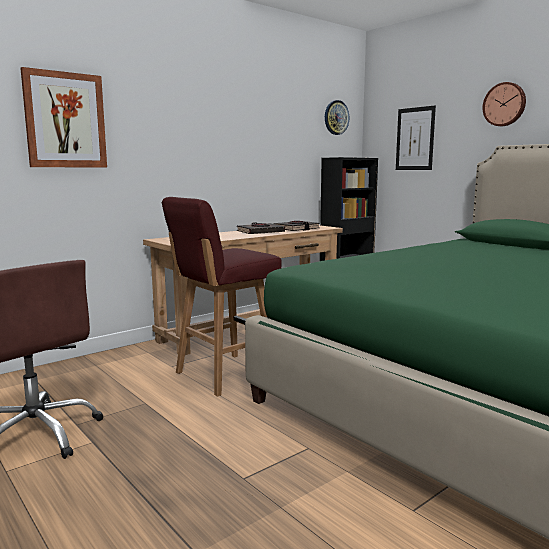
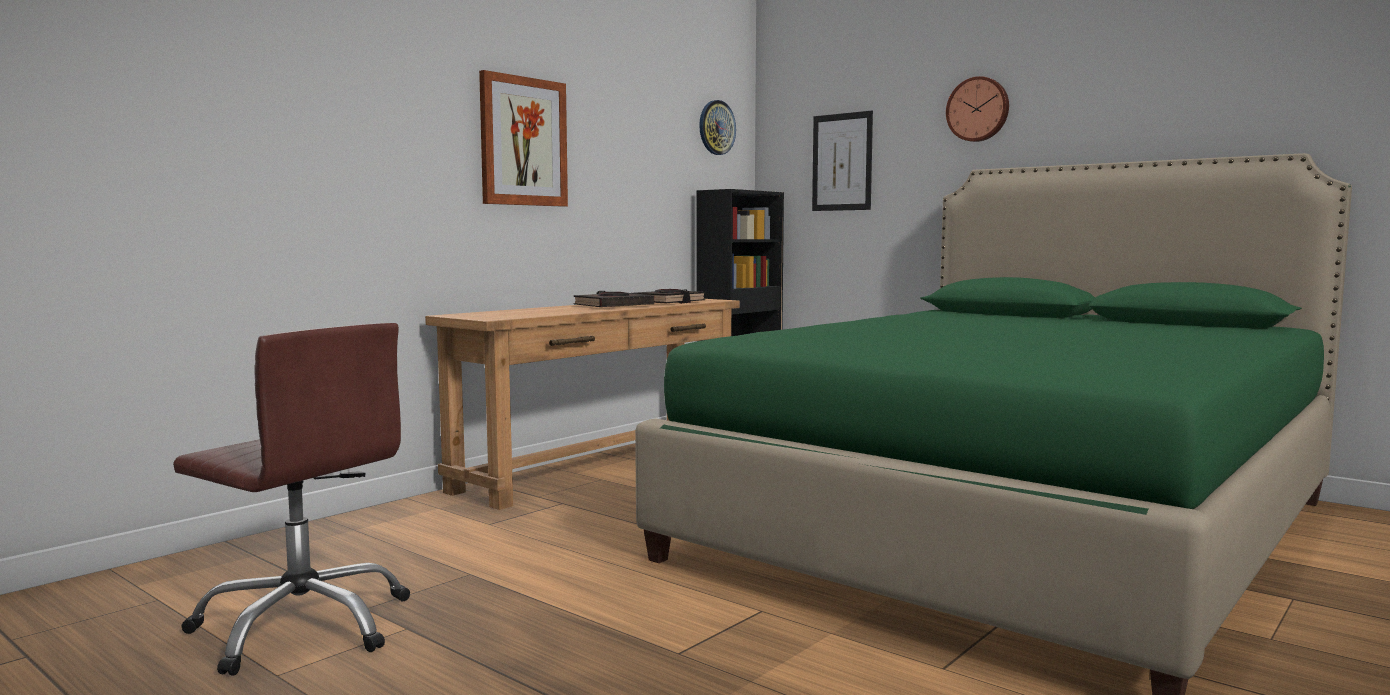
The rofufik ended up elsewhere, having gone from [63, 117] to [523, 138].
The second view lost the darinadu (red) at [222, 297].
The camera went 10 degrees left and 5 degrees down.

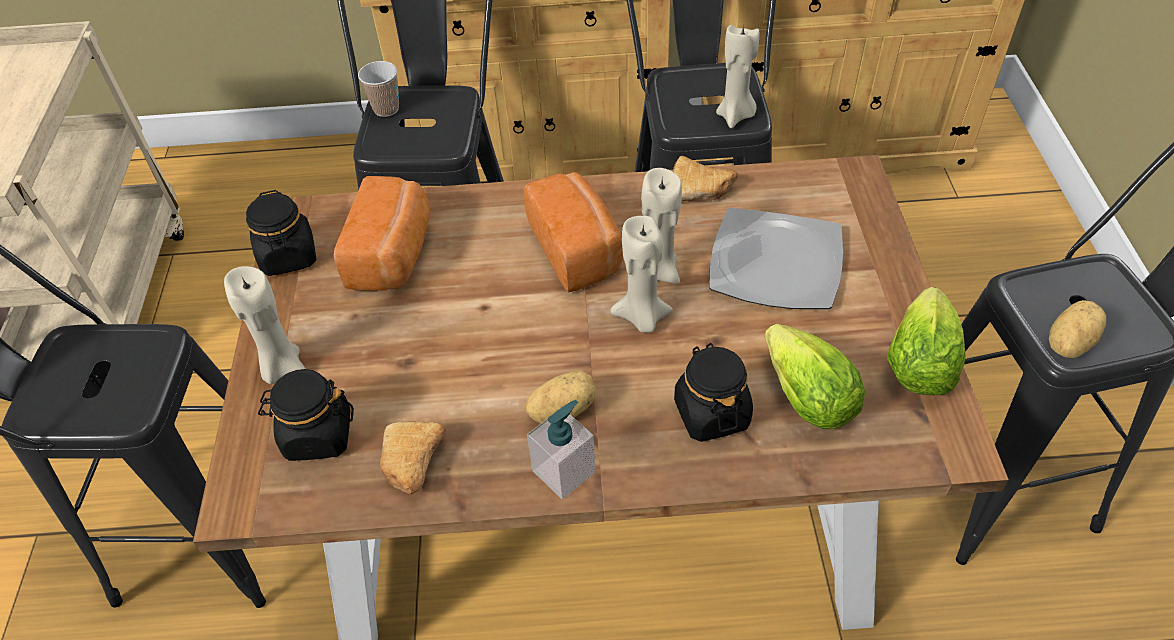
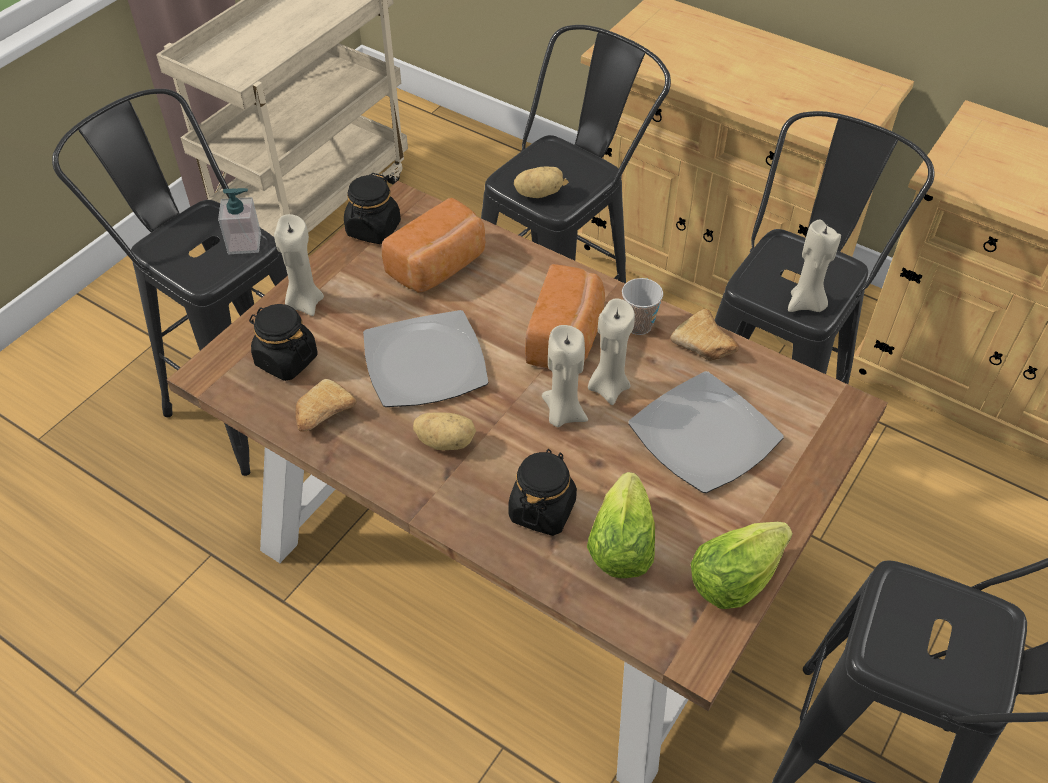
The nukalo ended up elsewhere, having gone from [561, 449] to [239, 221].
The second view gained the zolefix at [425, 358].
The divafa ended up elsewhere, having gone from [1077, 329] to [538, 182].
The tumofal ended up elsewhere, having gone from [378, 89] to [642, 306].
The camera went 35 degrees right and 0 degrees up.

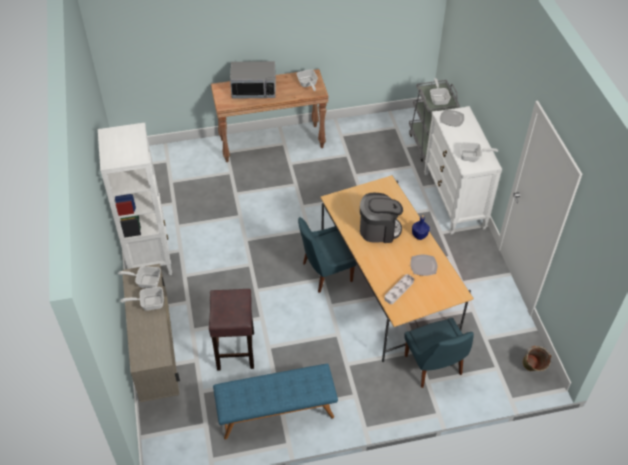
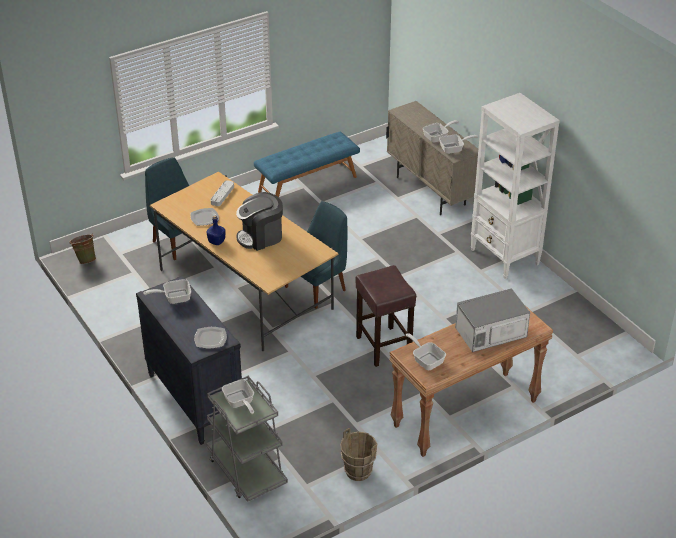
What was the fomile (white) at [463, 170] turned into the fomile (black) at [189, 360].
The second view gained the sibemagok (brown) at [358, 454].
The darinadu (brown) ended up elsewhere, having gone from [231, 330] to [386, 316].
The camera went 160 degrees right and 10 degrees down.

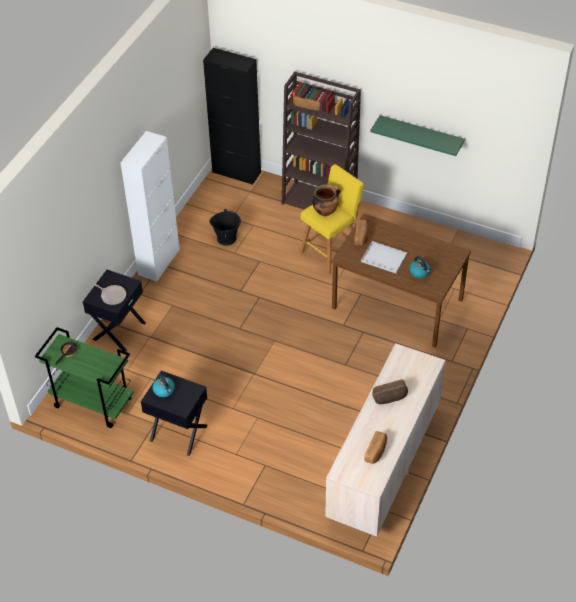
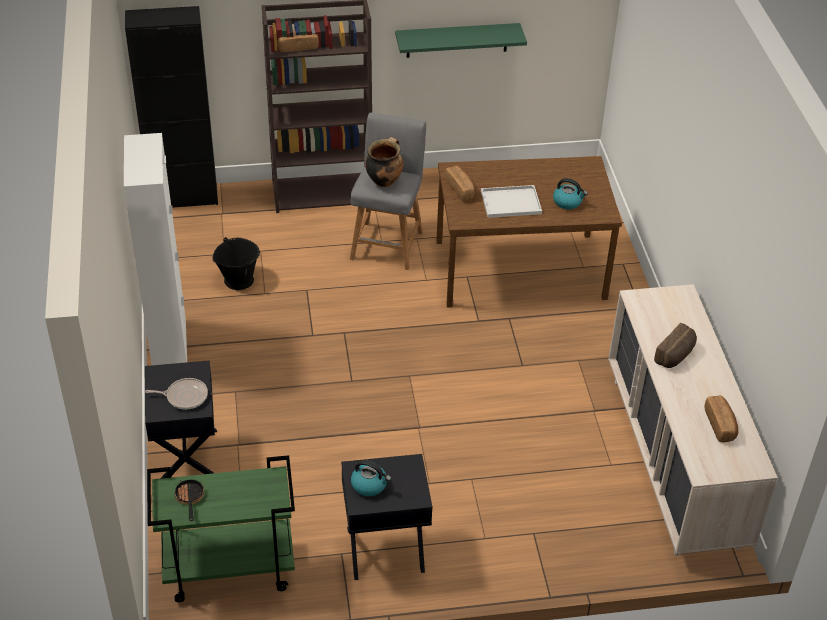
What was the darinadu (yellow) at [332, 219] turned into the darinadu (grey) at [388, 191].
The camera went 35 degrees left and 5 degrees down.

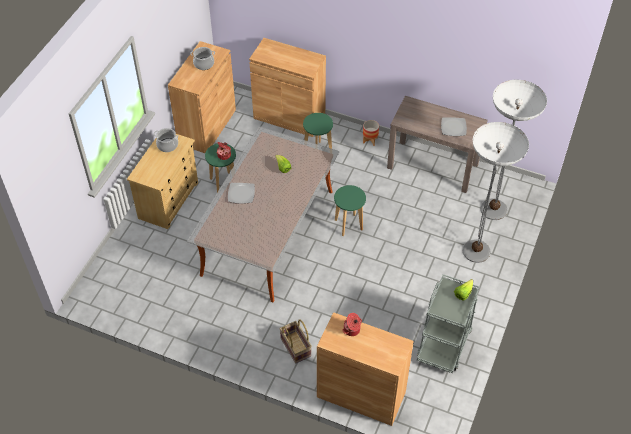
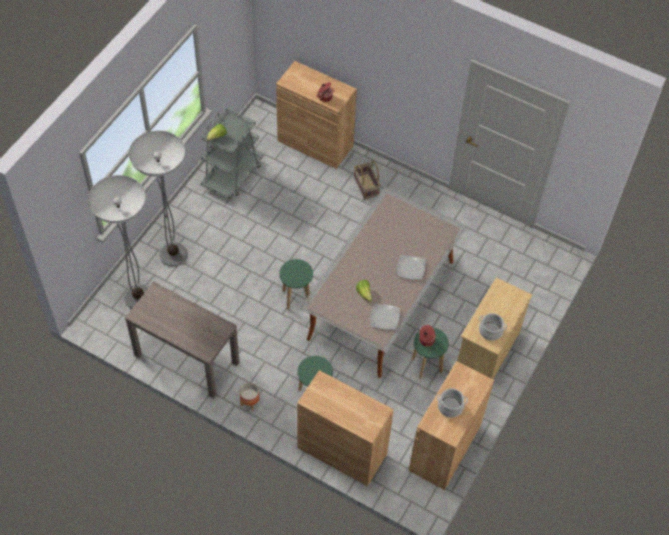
The zolefix ended up elsewhere, having gone from [454, 126] to [385, 317].
The camera went 175 degrees left and 5 degrees up.

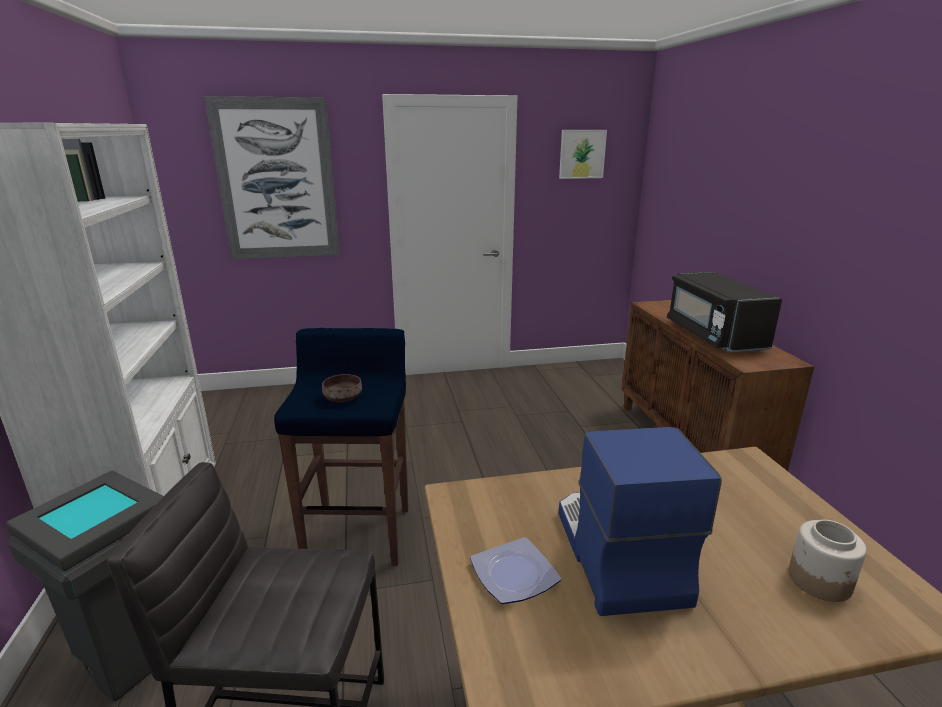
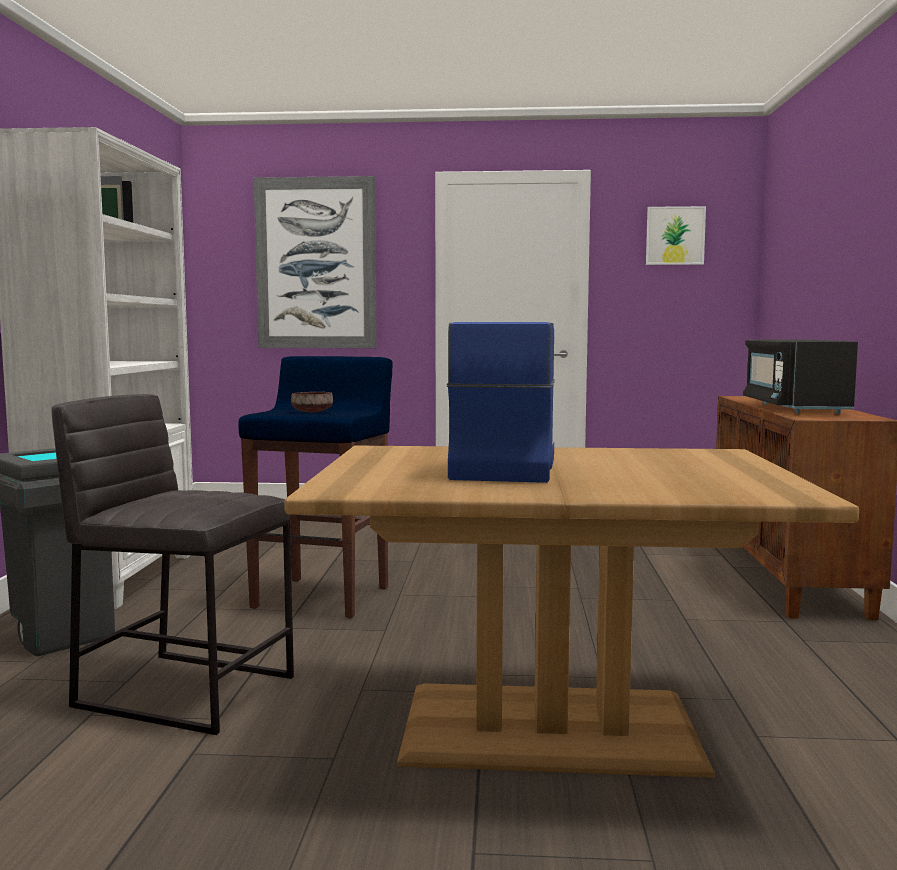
The second view lost the zolefix at [515, 570].
The second view lost the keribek at [828, 561].
The camera went 15 degrees right and 15 degrees down.

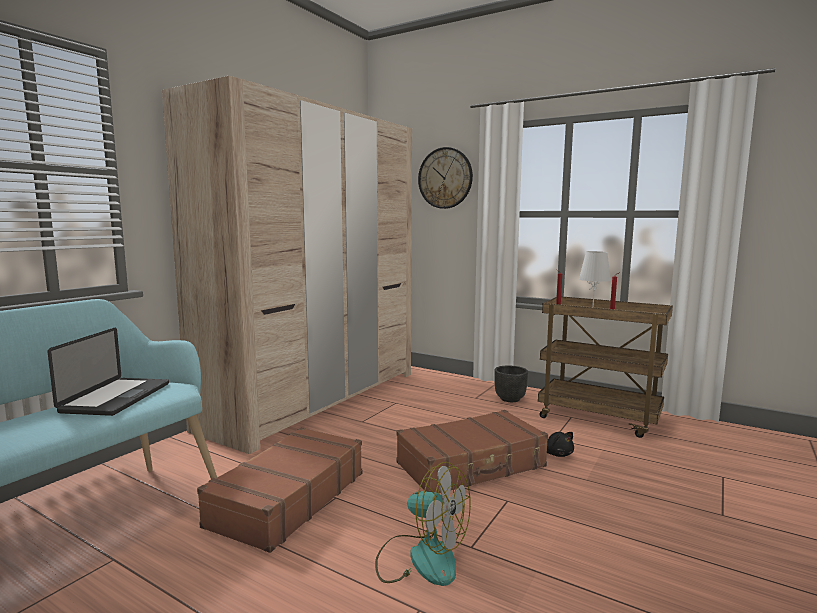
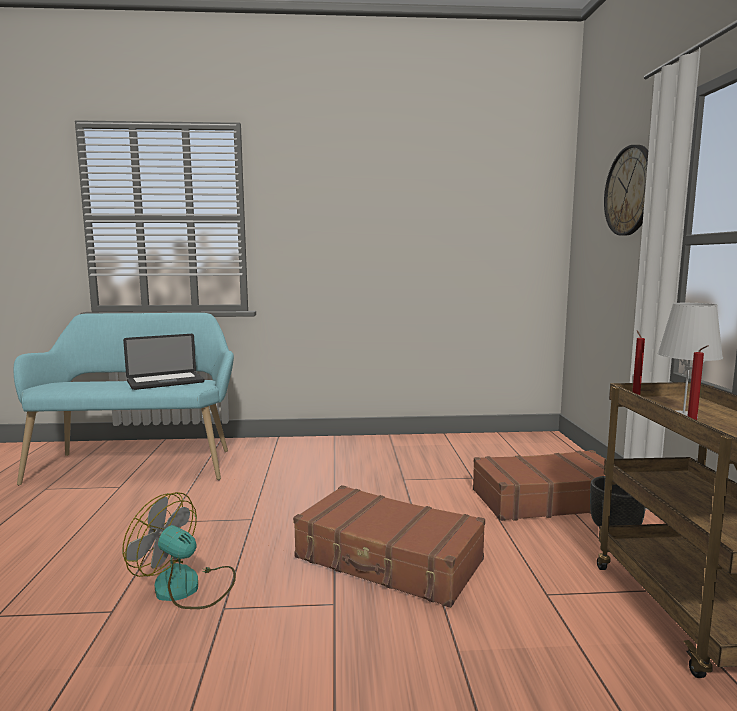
The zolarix at [423, 524] ended up facing another way, 120 degrees clockwise from before.
The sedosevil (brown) ended up elsewhere, having gone from [279, 490] to [539, 485].
The second view lost the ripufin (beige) at [287, 265].
The second view lost the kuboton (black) at [560, 444].
The camera went 55 degrees right and 0 degrees up.

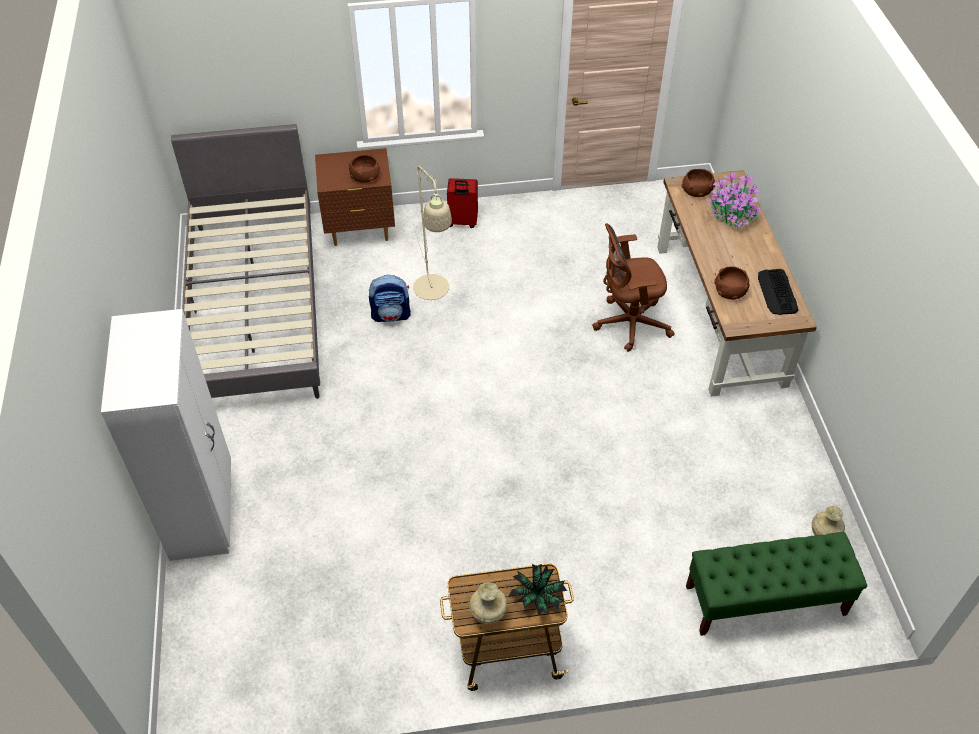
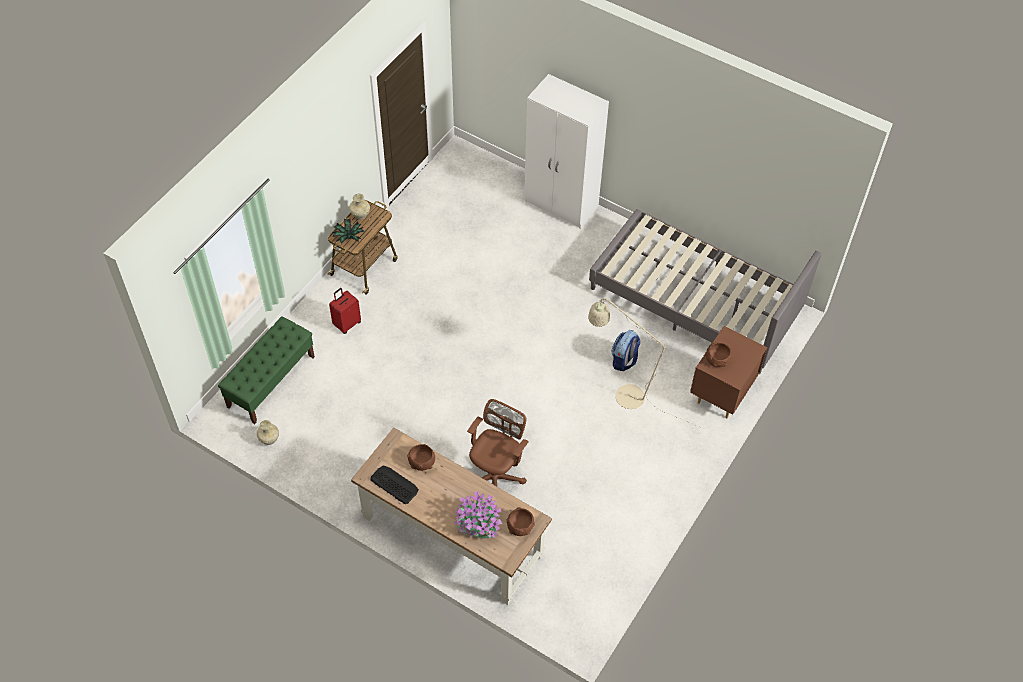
The sedosevil (red) ended up elsewhere, having gone from [462, 203] to [345, 311].
The camera went 130 degrees right and 5 degrees up.

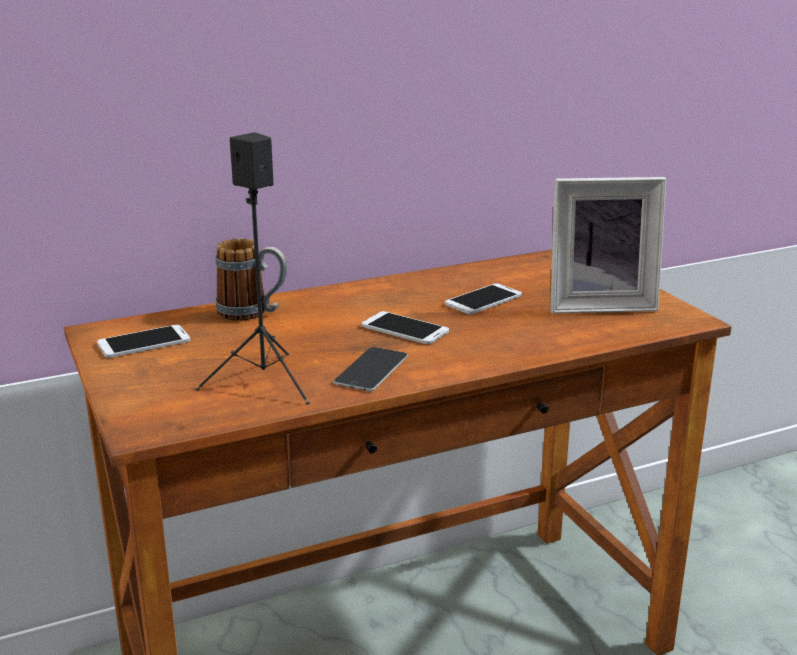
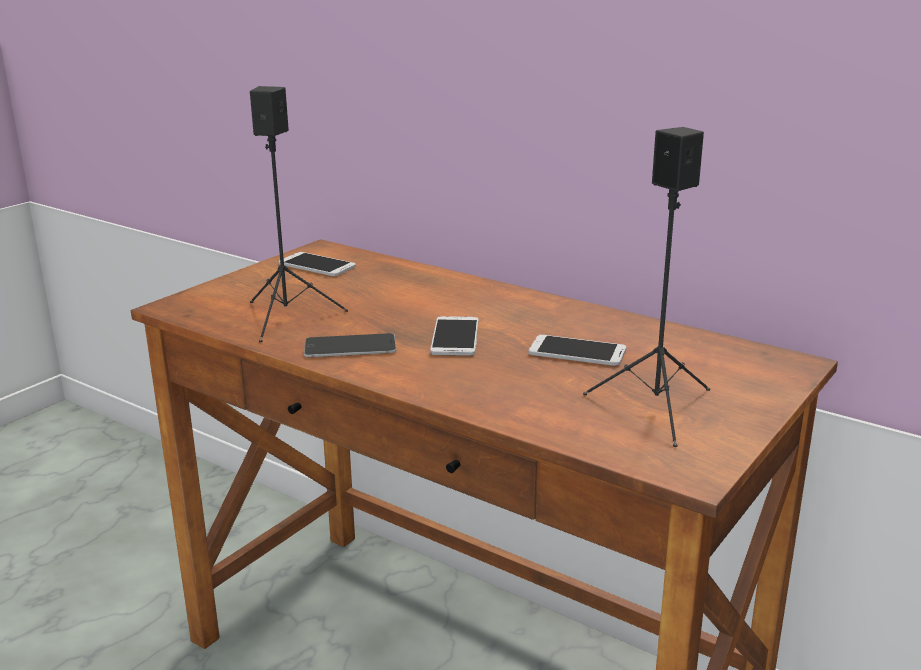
Where the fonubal stood at [608, 245], the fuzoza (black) came to stand at [646, 287].
The second view lost the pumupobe at [251, 279].
The camera went 60 degrees right and 0 degrees up.

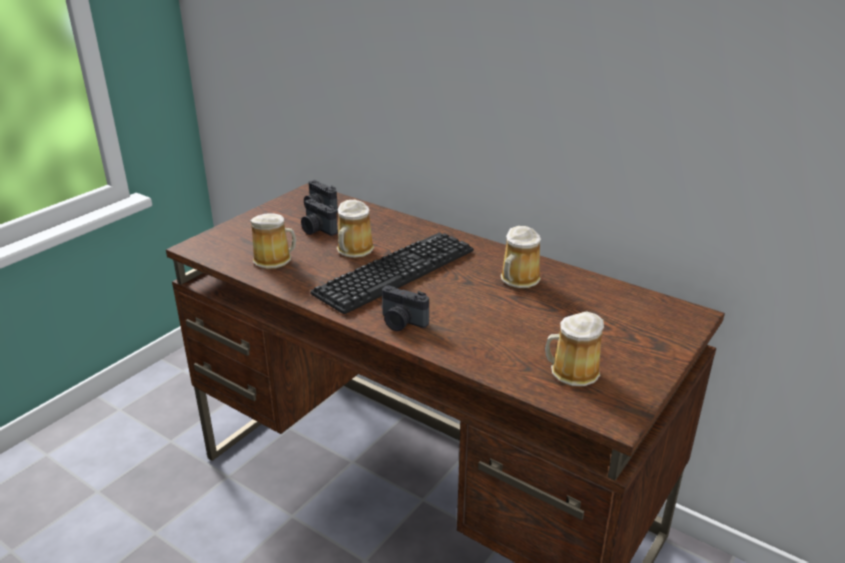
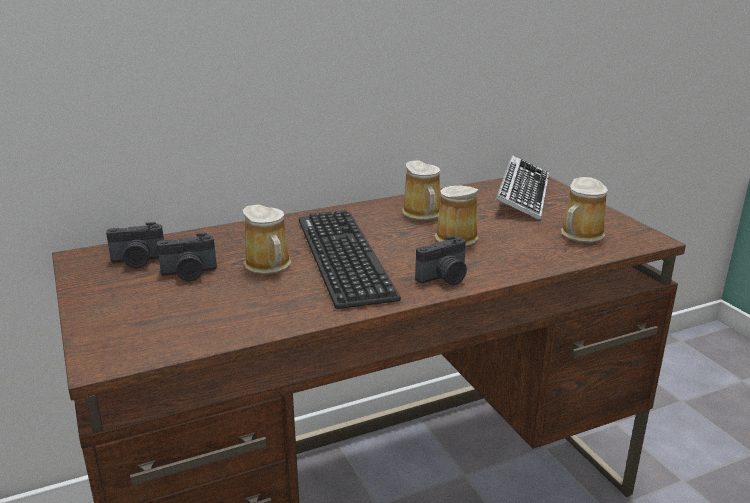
The pumupobe ended up elsewhere, having gone from [273, 241] to [456, 216].
The second view gained the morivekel at [522, 188].
The camera went 60 degrees left and 5 degrees down.

